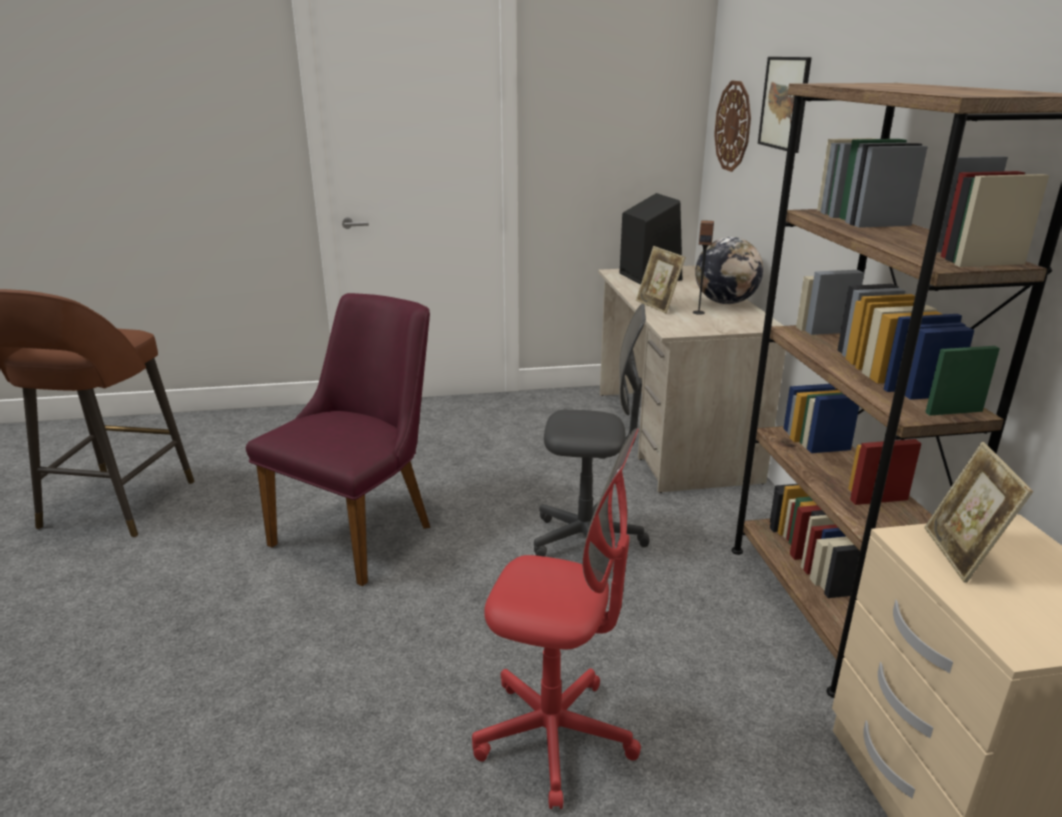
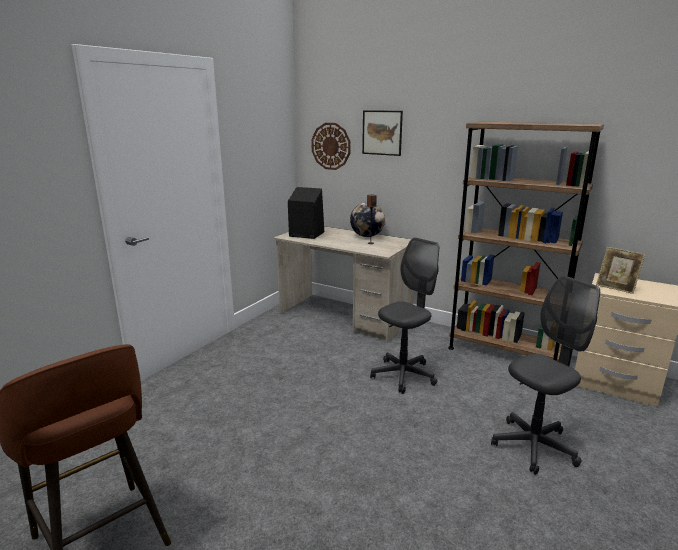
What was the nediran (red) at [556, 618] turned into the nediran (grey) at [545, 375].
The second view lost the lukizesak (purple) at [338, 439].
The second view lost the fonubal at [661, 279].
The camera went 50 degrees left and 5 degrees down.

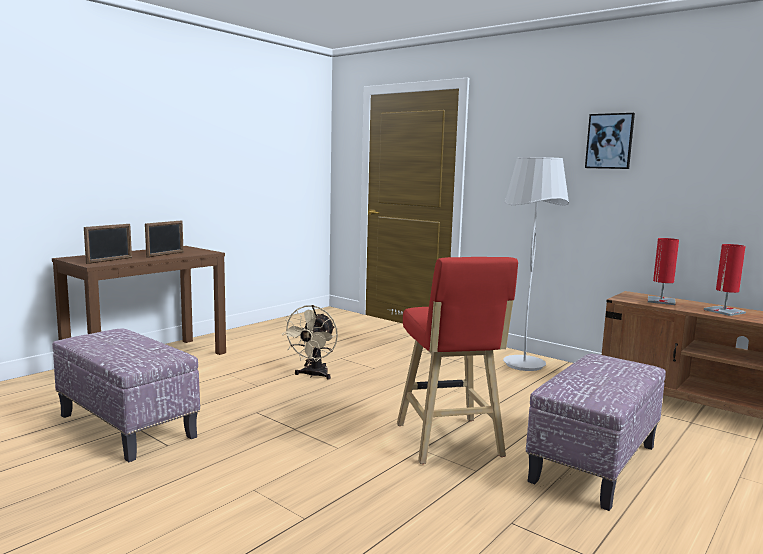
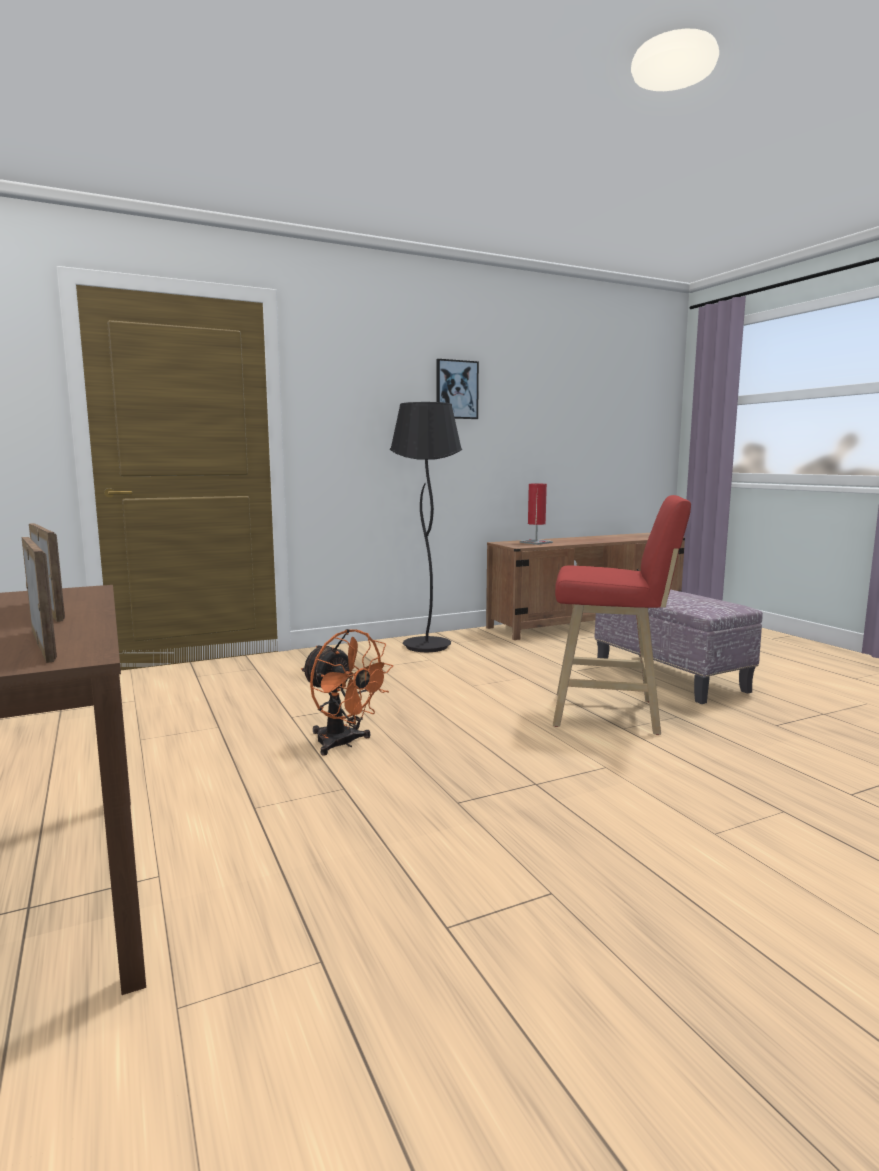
What was the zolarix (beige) at [309, 342] turned into the zolarix (orange) at [347, 692].
What was the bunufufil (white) at [536, 264] turned into the bunufufil (black) at [426, 527].
The second view lost the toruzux at [126, 395].
The second view lost the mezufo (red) at [725, 280].
The camera went 65 degrees left and 0 degrees up.

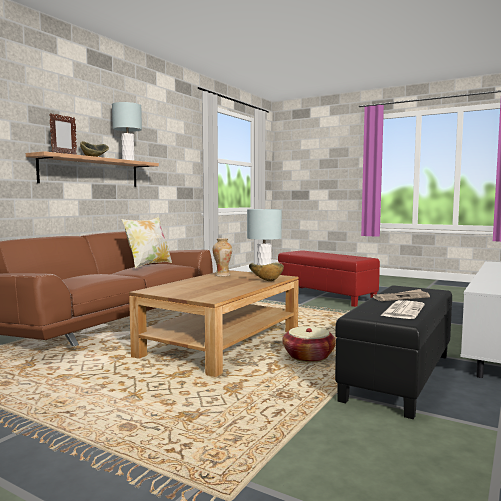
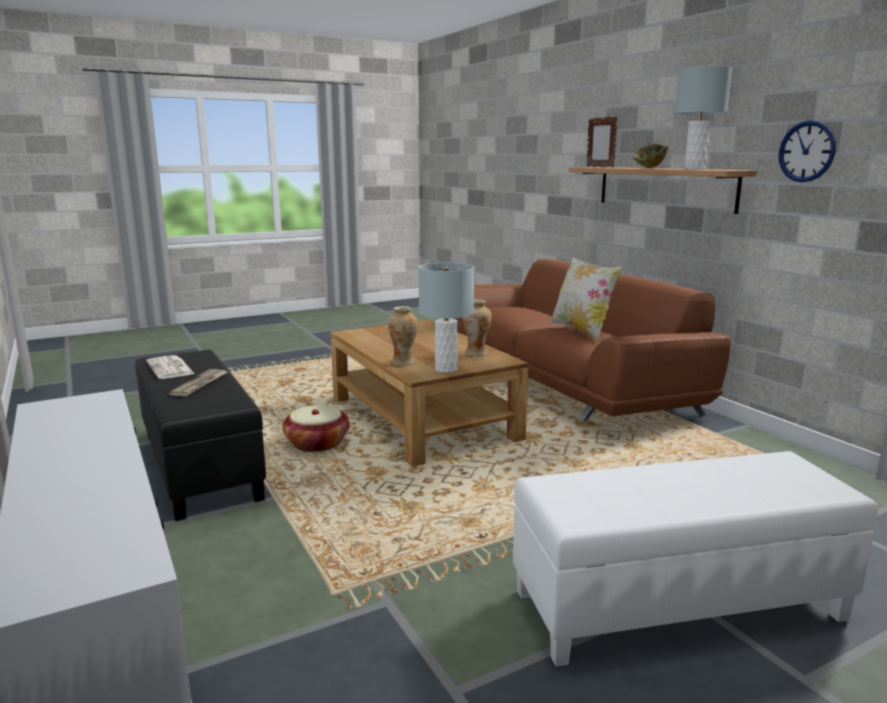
Where the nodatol stood at [266, 271], the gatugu came to stand at [403, 336].
What was the toruzux (red) at [329, 278] turned into the toruzux (white) at [695, 559].
The second view gained the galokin at [807, 151].
The camera went 120 degrees right and 10 degrees up.

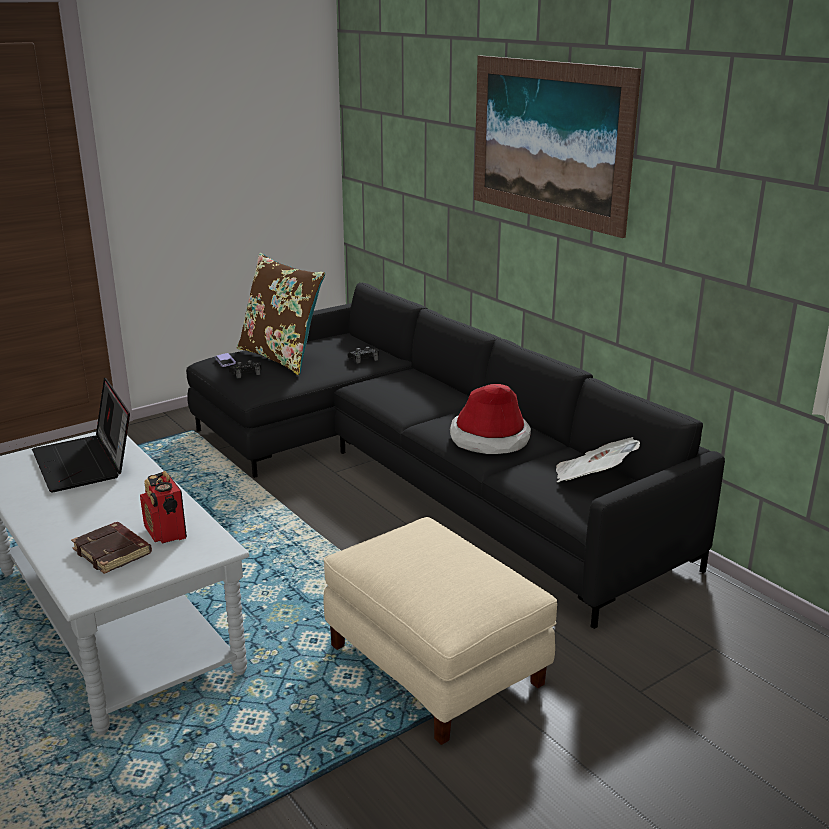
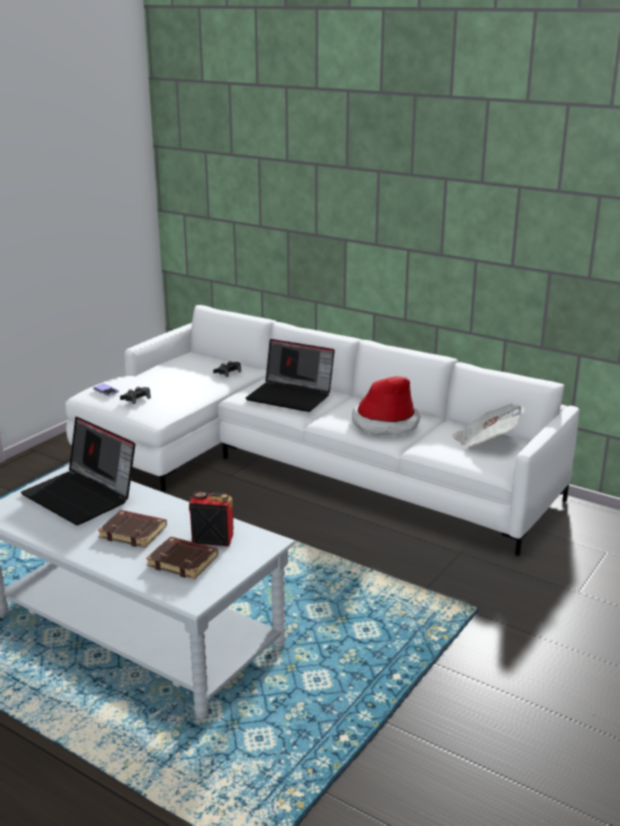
What was the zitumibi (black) at [455, 456] turned into the zitumibi (white) at [322, 431].
The second view gained the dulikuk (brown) at [132, 529].
The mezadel at [163, 507] ended up facing another way, 150 degrees clockwise from before.
The second view gained the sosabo at [290, 375].
The second view lost the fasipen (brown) at [281, 314].
The second view lost the toruzux (beige) at [440, 631].
The second view lost the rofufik at [557, 147].
The camera went 20 degrees left and 0 degrees up.

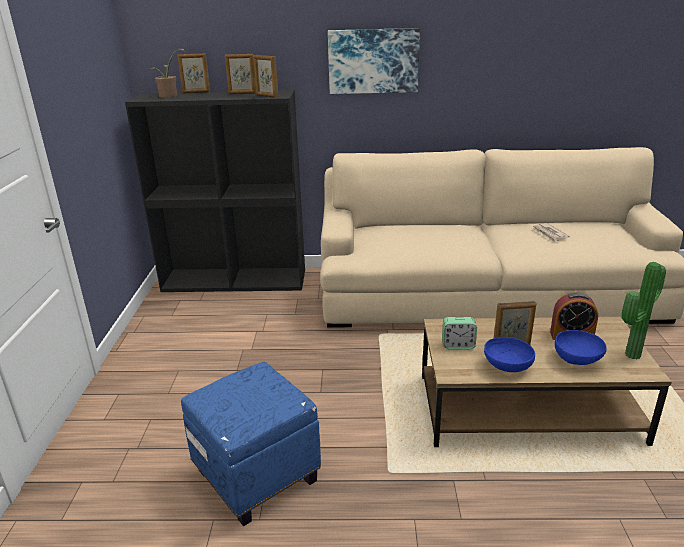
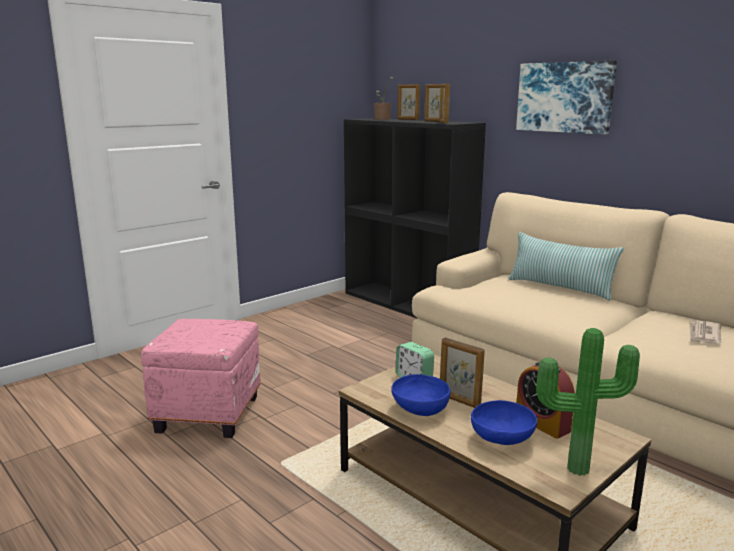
What was the toruzux (blue) at [251, 444] turned into the toruzux (pink) at [201, 378].
The second view gained the fasipen at [566, 266].
The camera went 45 degrees right and 10 degrees down.

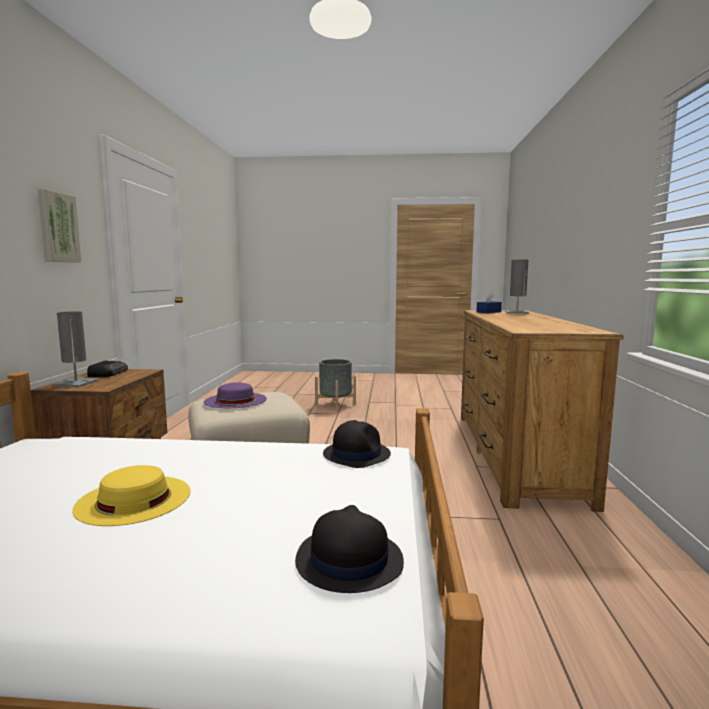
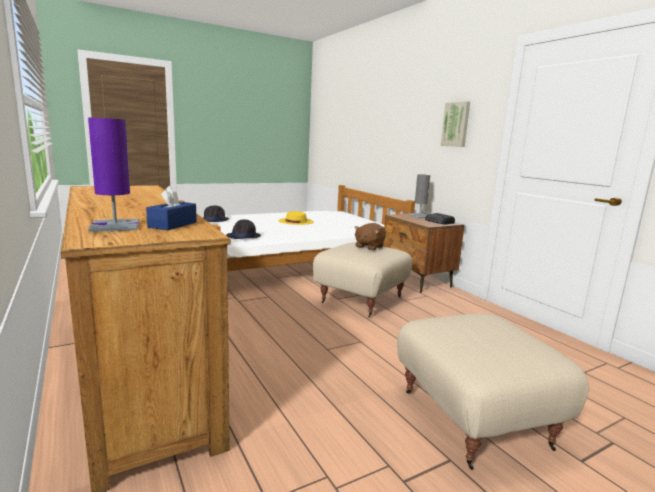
What was the mezufo (grey) at [517, 287] turned into the mezufo (purple) at [113, 174].
Where the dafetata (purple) stood at [235, 395], the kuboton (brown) came to stand at [370, 236].
Where the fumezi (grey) stood at [335, 385], the toruzux (beige) came to stand at [493, 391].
The camera went 145 degrees right and 5 degrees up.

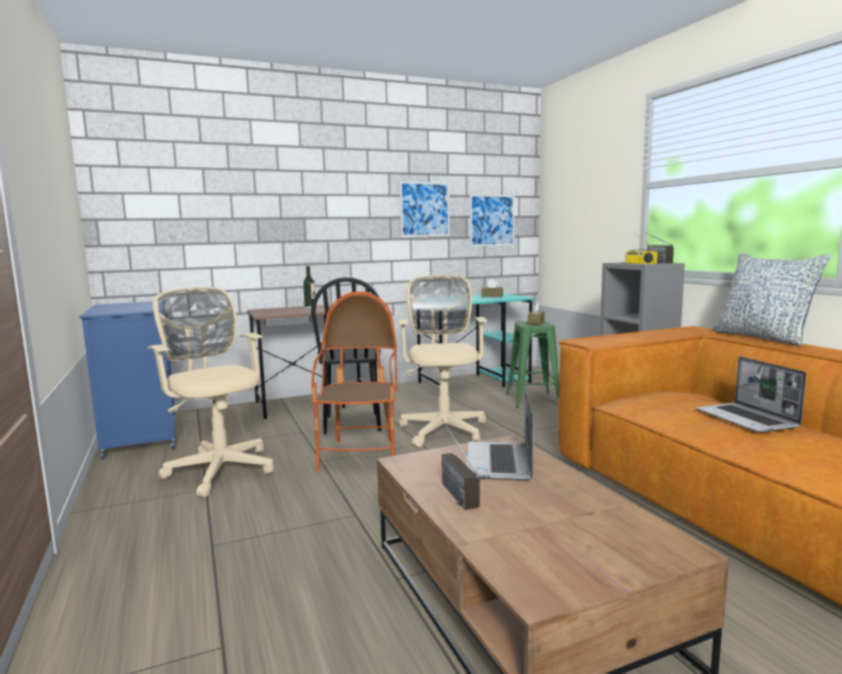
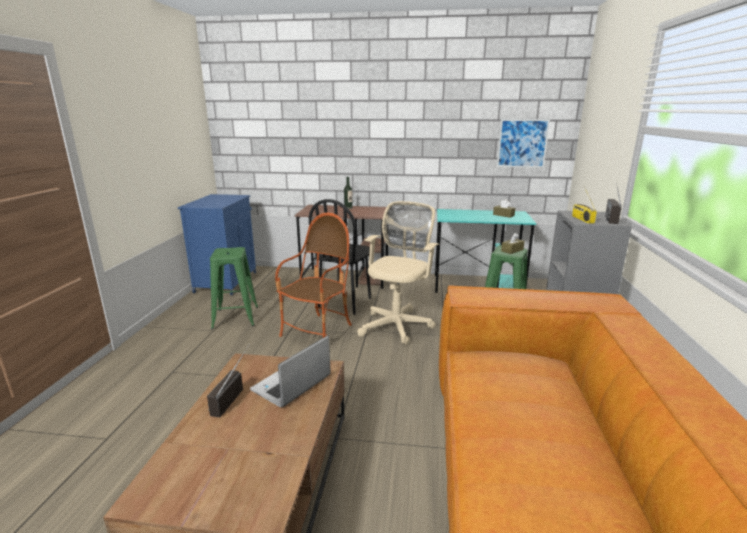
Where the nediran (beige) stood at [210, 392], the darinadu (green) came to stand at [234, 288].
The second view lost the rofufik at [425, 209].
The second view lost the sosabo at [751, 395].
The second view lost the fasipen at [772, 299].
The camera went 30 degrees right and 10 degrees up.

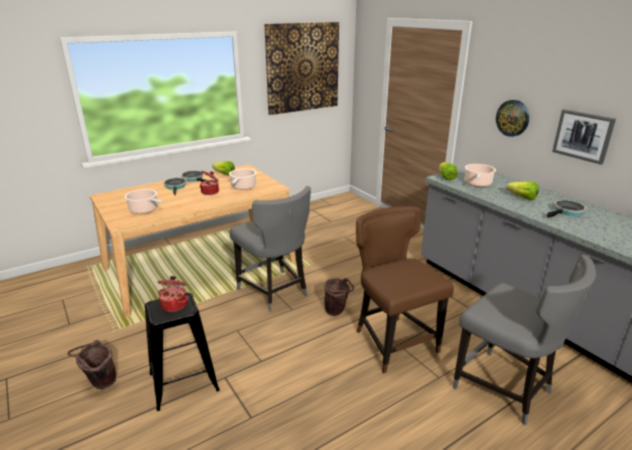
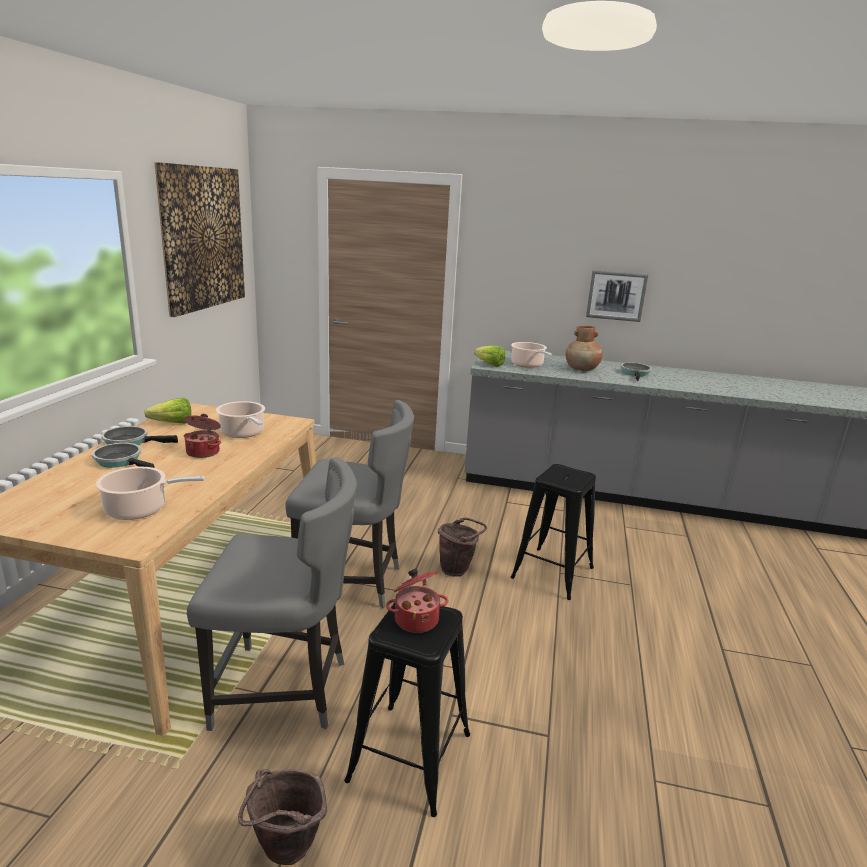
The lukizesak (grey) ended up elsewhere, having gone from [524, 340] to [272, 594].
Where the lukizesak (brown) stood at [405, 289], the darinadu (black) came to stand at [553, 532].
Where the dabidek stood at [522, 190], the gatugu (brown) came to stand at [584, 348].
The second view lost the galokin at [512, 118].
The camera went 45 degrees left and 5 degrees down.

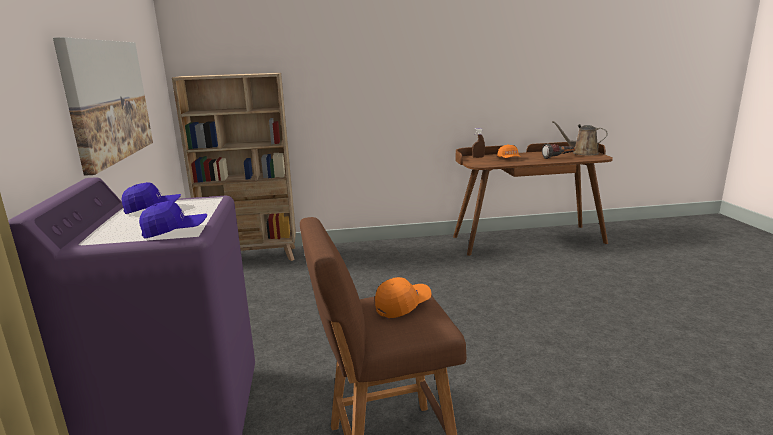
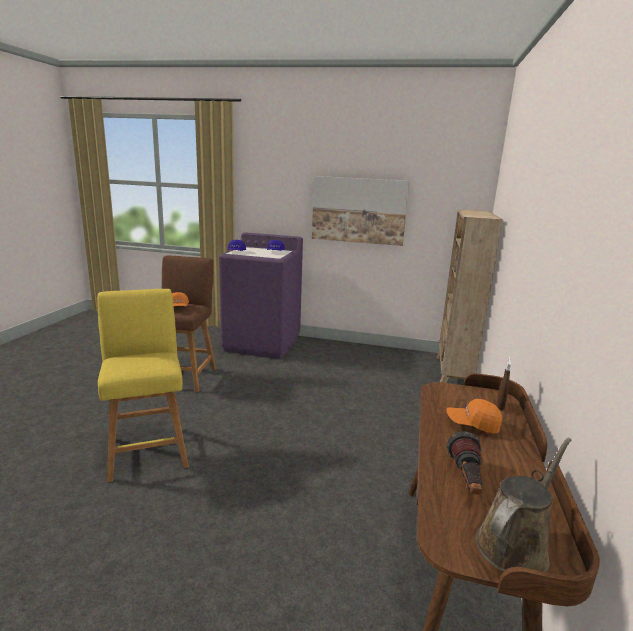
The second view gained the darinadu (yellow) at [143, 385].
The camera went 110 degrees right and 0 degrees up.

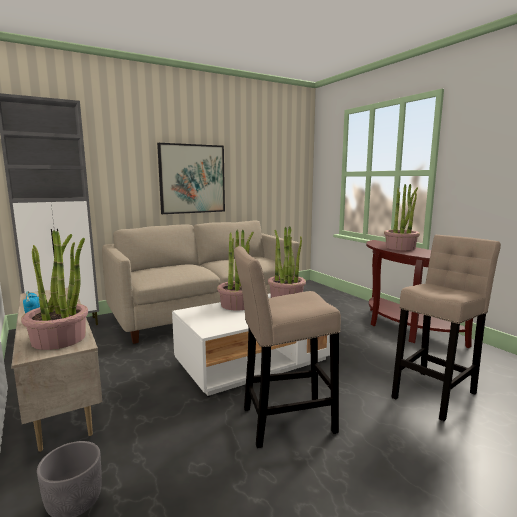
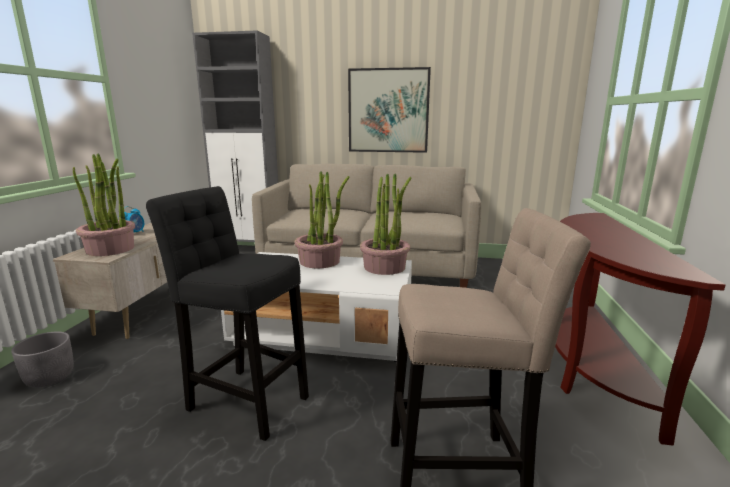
What was the darinadu (beige) at [287, 347] turned into the darinadu (black) at [227, 313].
The second view lost the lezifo at [402, 217].
The camera went 40 degrees right and 5 degrees up.

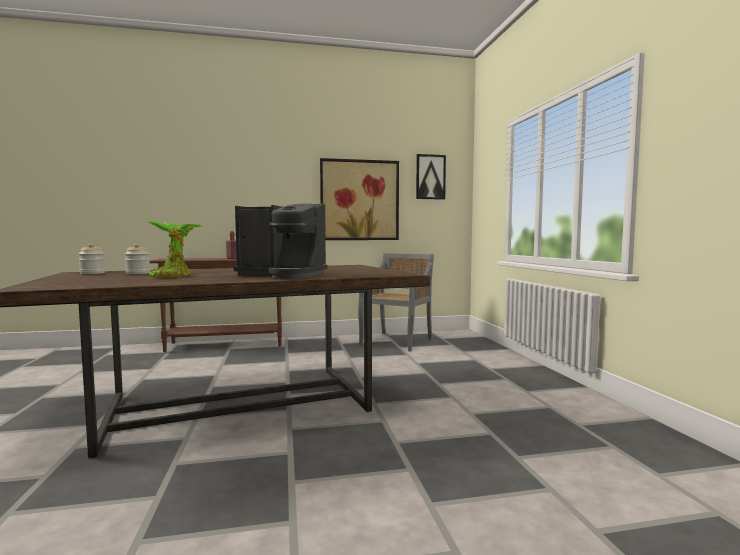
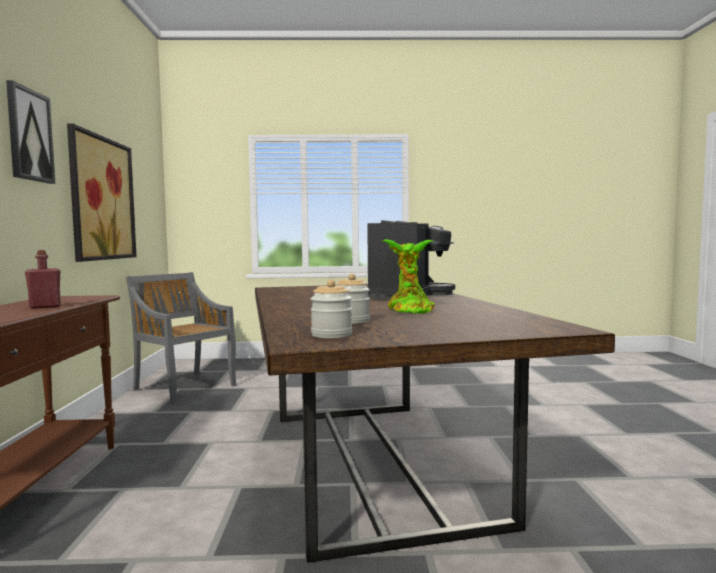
The rofufik ended up elsewhere, having gone from [431, 177] to [30, 132].
The camera went 80 degrees left and 0 degrees up.

